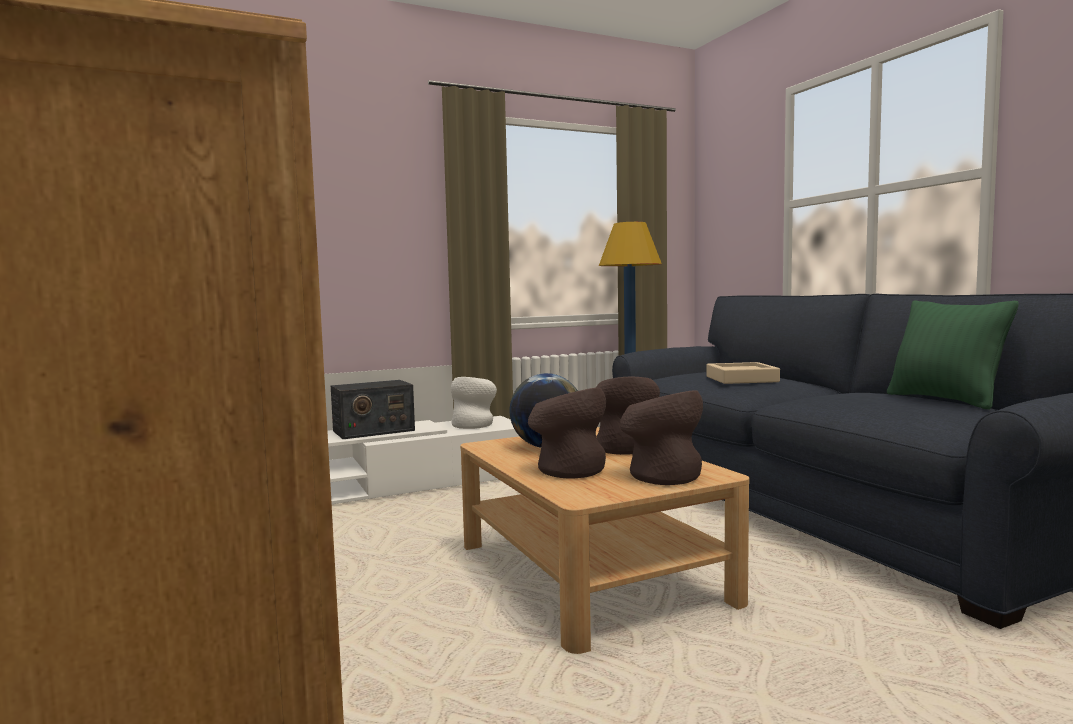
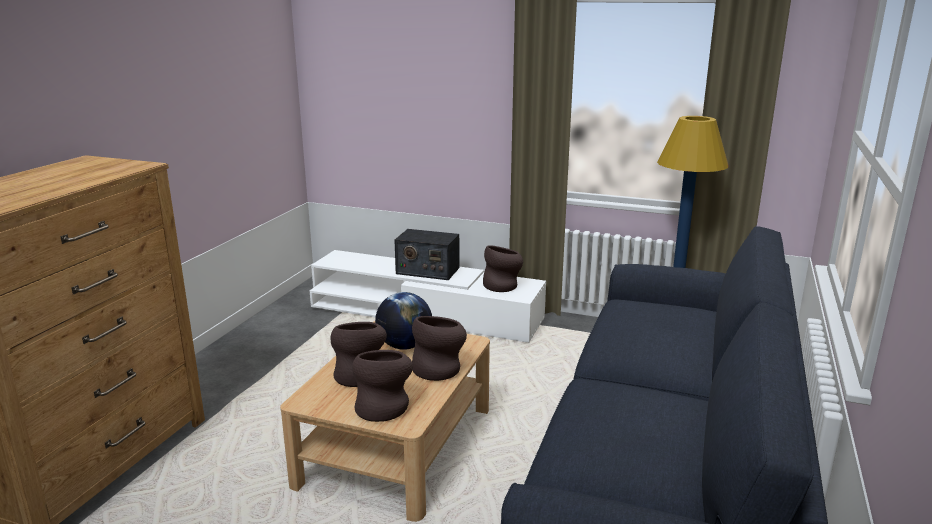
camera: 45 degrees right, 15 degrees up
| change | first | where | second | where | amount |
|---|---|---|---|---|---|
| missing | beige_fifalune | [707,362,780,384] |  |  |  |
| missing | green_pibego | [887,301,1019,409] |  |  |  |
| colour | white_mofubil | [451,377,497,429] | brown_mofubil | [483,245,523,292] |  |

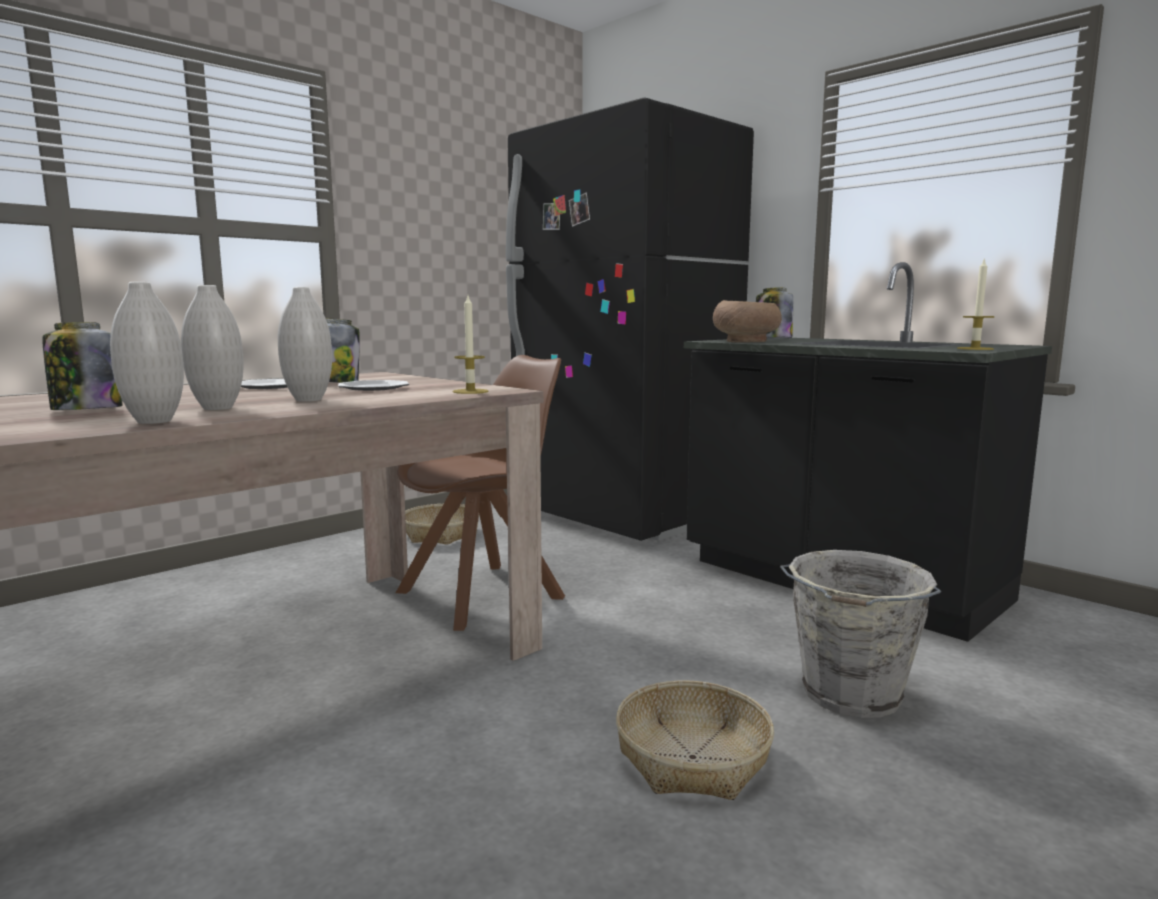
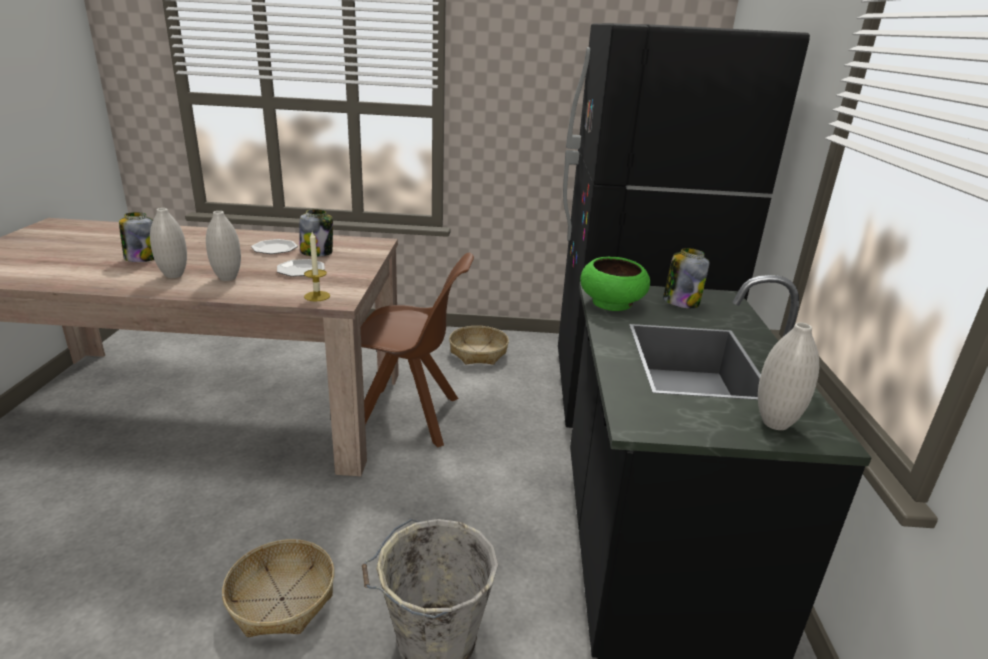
camera: 45 degrees right, 15 degrees up
| change | first | where | second | where | amount |
|---|---|---|---|---|---|
| missing | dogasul | [957,257,995,350] |  |  |  |
| relocated | white_mofubil | [110,282,184,424] |  | [758,322,819,430] |  |
| colour | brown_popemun | [713,300,782,343] | green_popemun | [580,257,650,311] |  |

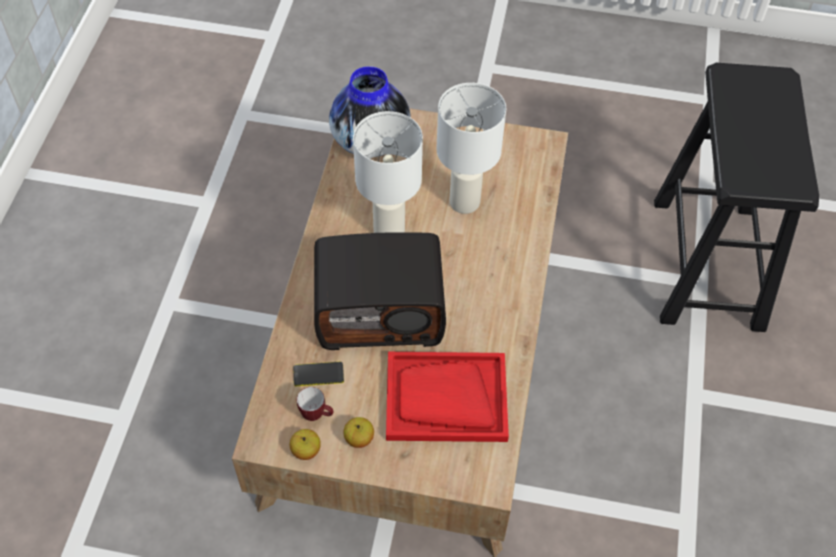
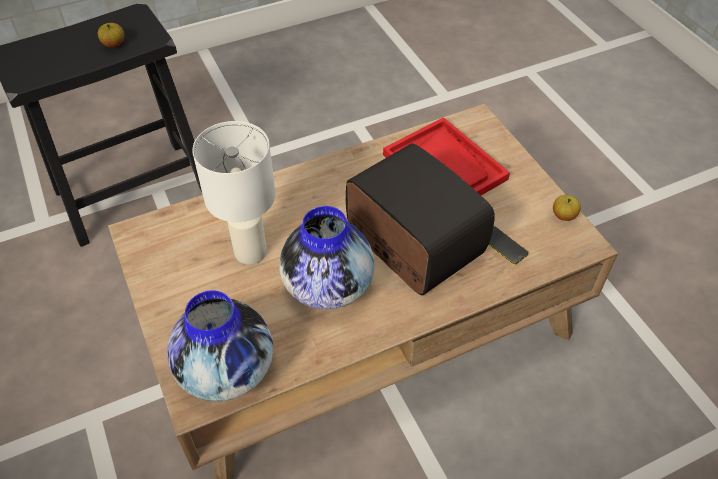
camera: 125 degrees left, 5 degrees down
| change | first | where | second | where | amount |
|---|---|---|---|---|---|
| missing | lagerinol | [297,387,334,421] |  |  |  |
| relocated | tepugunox | [343,417,374,448] |  | [98,23,124,47] |  |
| exchanged | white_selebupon | [353,111,423,233] | mofubil | [279,206,375,310] |  |

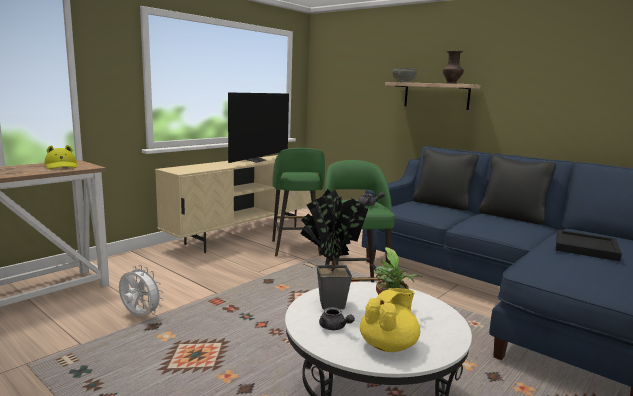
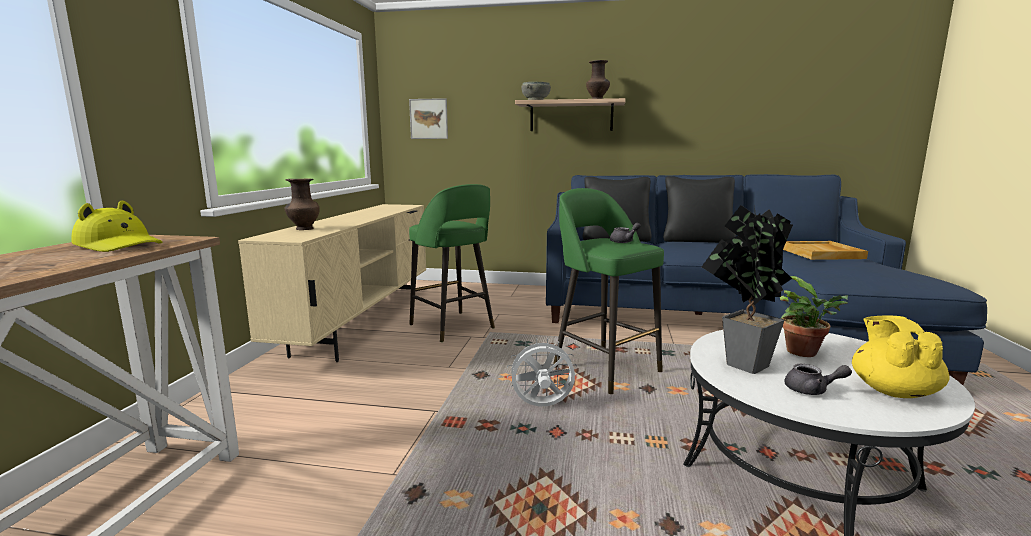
camera: 30 degrees left, 0 degrees up
| change | first | where | second | where | amount |
|---|---|---|---|---|---|
| missing | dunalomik | [228,92,289,163] |  |  |  |
| appeared |  |  | brown_mofubil | [284,179,320,230] |  |
| appeared |  |  | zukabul | [409,98,448,139] |  |
| relocated | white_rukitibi | [119,265,164,316] |  | [507,338,577,406] |  |
| colour | black_fifalune | [556,230,622,261] | beige_fifalune | [783,241,868,260] |  |

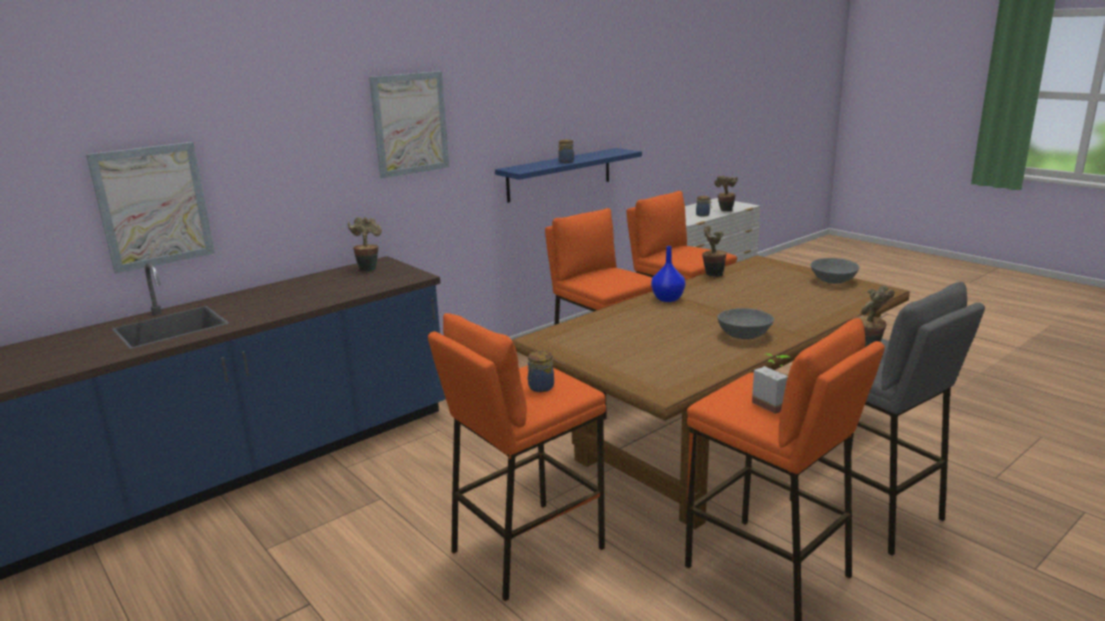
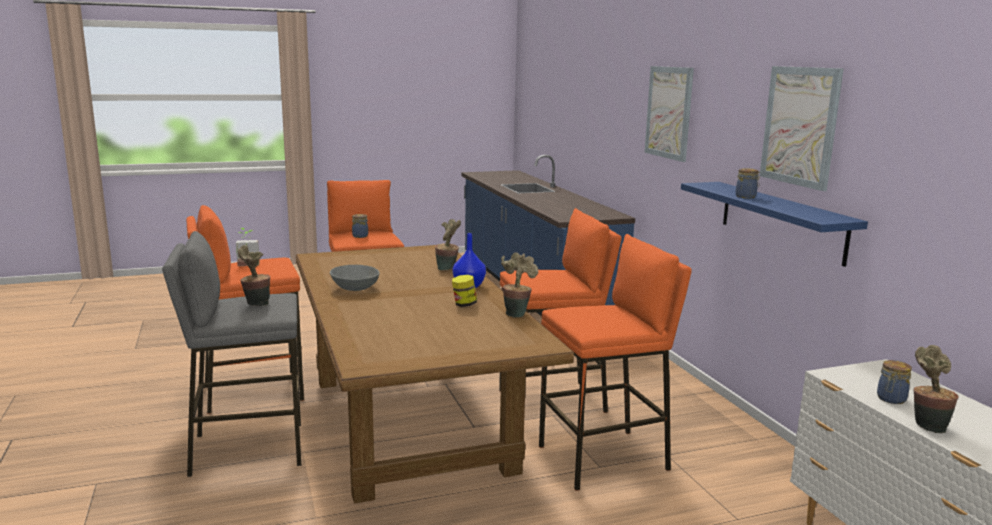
camera: 110 degrees right, 5 degrees down
| change | first | where | second | where | amount |
|---|---|---|---|---|---|
| missing | grey_popemun | [811,258,859,284] |  |  |  |
| appeared |  |  | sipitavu | [452,275,477,307] |  |
| relocated | zukabul | [86,142,215,273] |  | [760,66,844,191] |  |
| relocated | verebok | [348,217,382,272] |  | [435,219,461,270] |  |

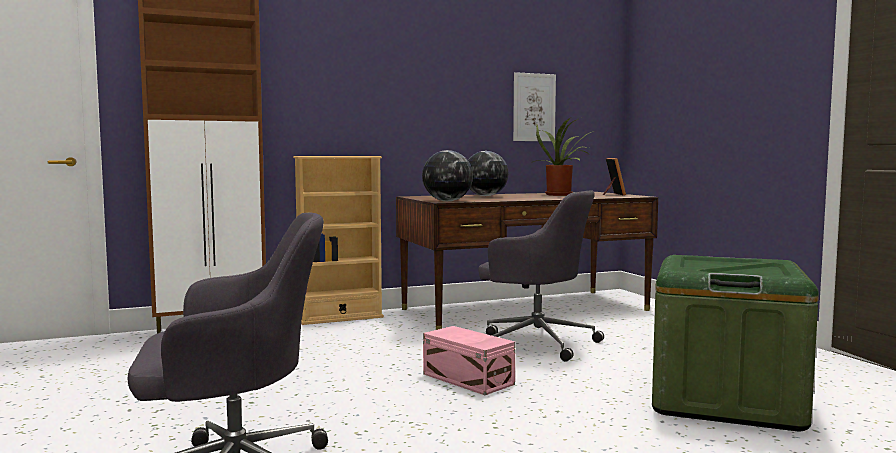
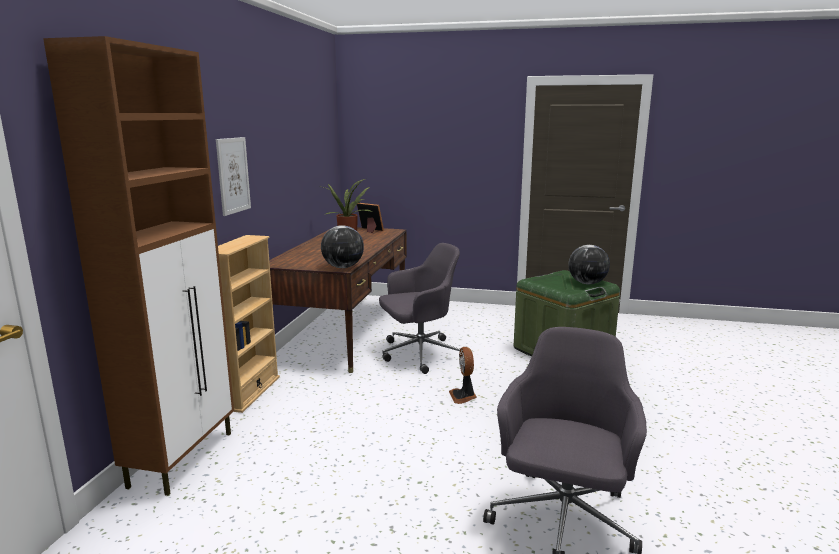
camera: 55 degrees left, 10 degrees up
| change | first | where | second | where | amount |
|---|---|---|---|---|---|
| relocated | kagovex | [468,151,509,196] |  | [568,245,610,284] |  |
| relocated | zukabul | [513,72,556,141] |  | [216,137,251,216] |  |
| exchanged | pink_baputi | [423,326,516,395] | rukitibi | [449,347,477,404] |  |

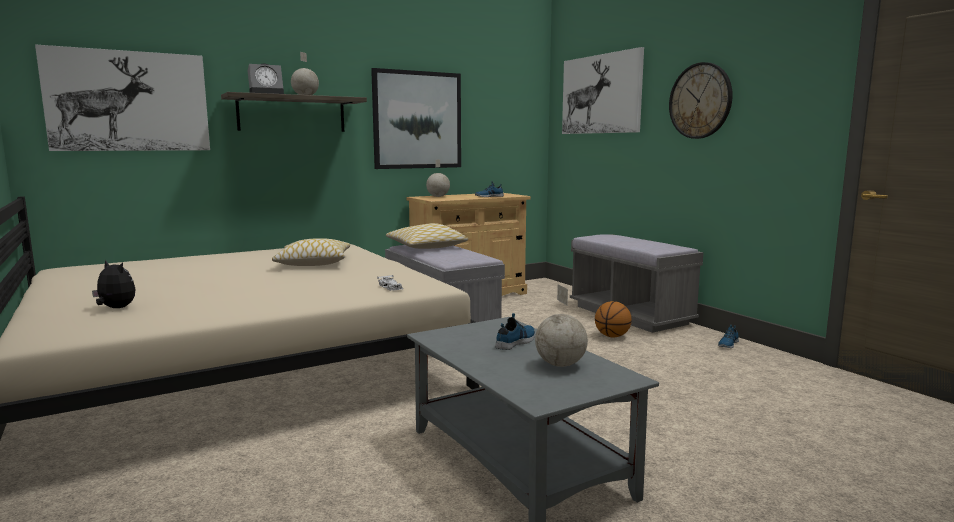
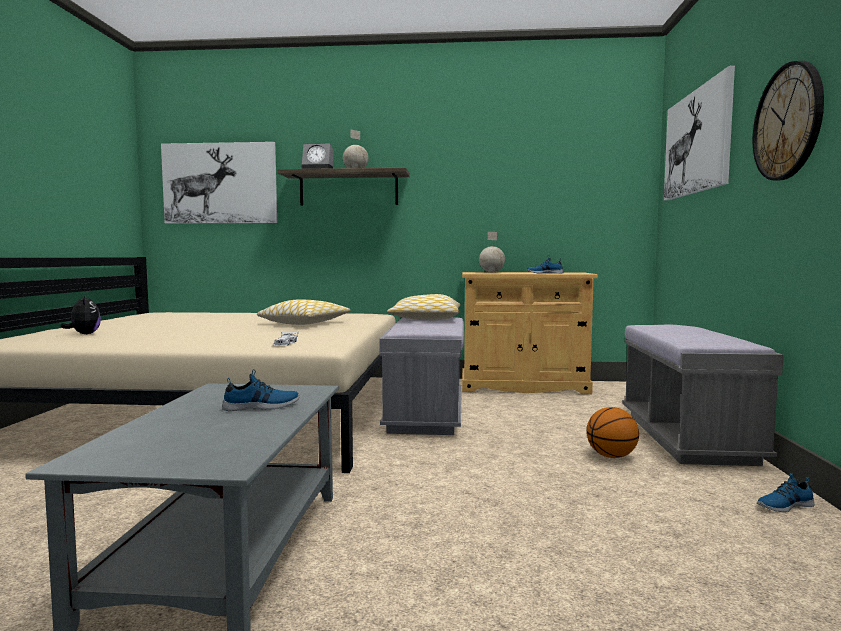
camera: 35 degrees right, 5 degrees down
| change | first | where | second | where | amount |
|---|---|---|---|---|---|
| missing | zukabul | [371,68,461,169] |  |  |  |
| missing | kagovex | [535,284,588,367] |  |  |  |

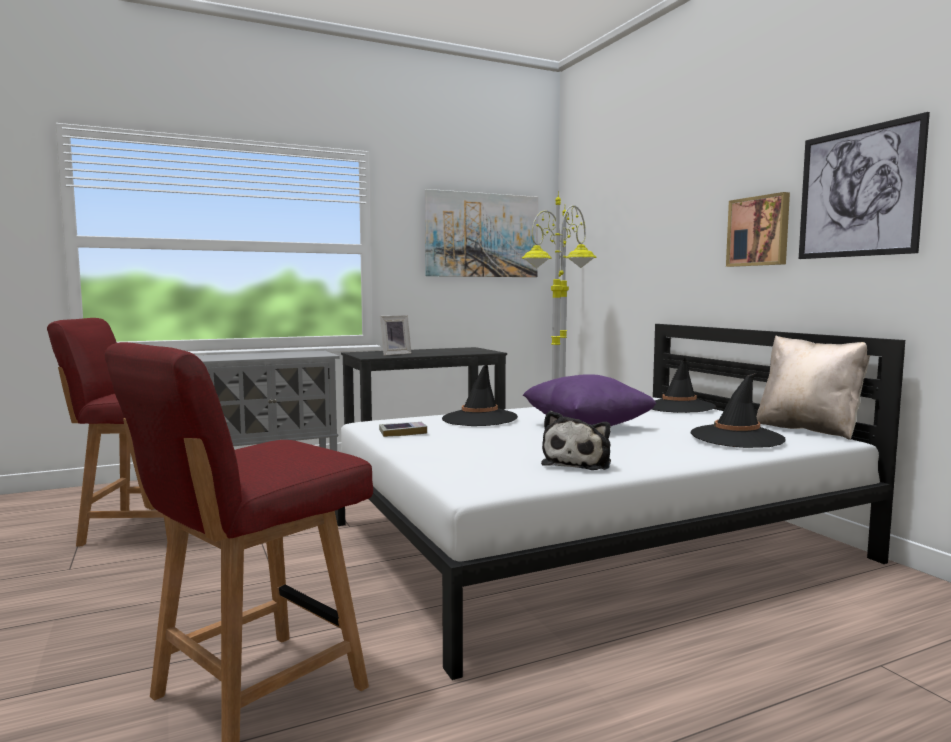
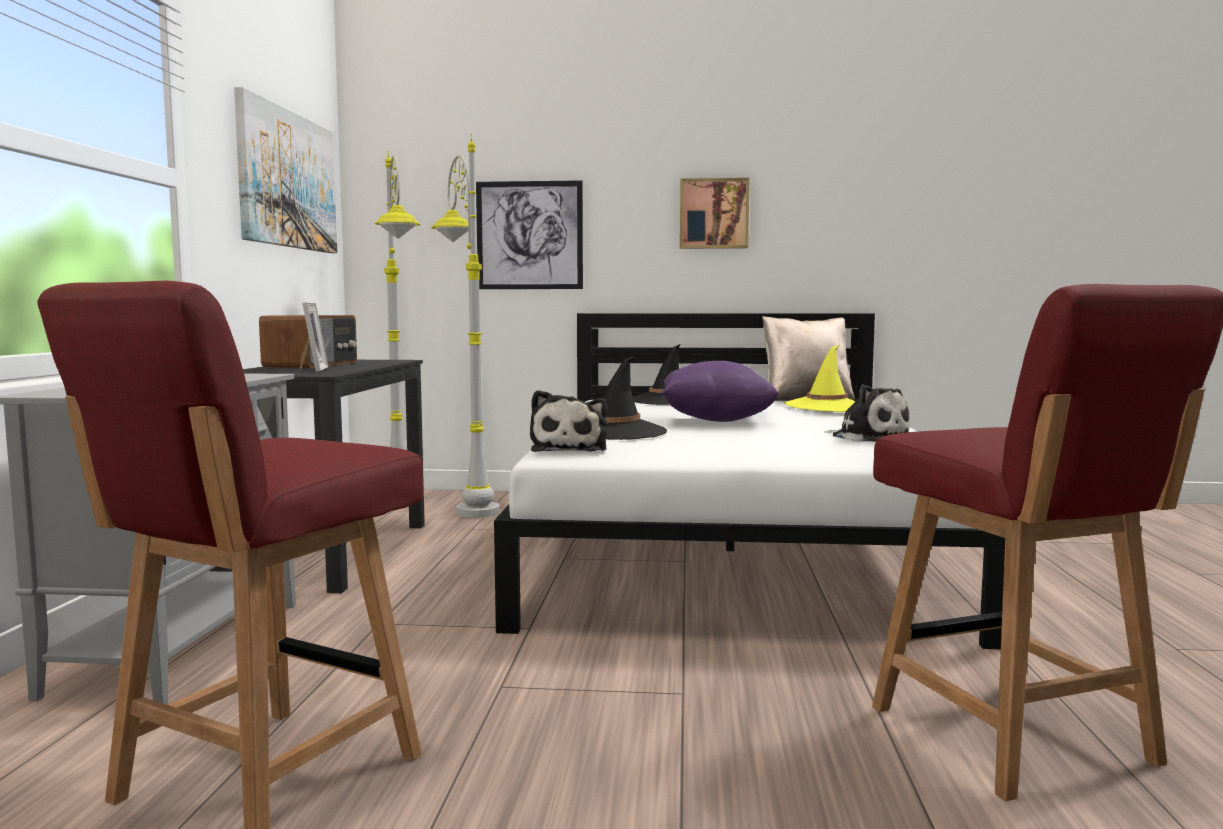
camera: 60 degrees left, 0 degrees up
| change | first | where | second | where | amount |
|---|---|---|---|---|---|
| missing | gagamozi | [379,422,427,437] |  |  |  |
| appeared |  |  | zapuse | [259,315,357,368] |  |
| appeared |  |  | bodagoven | [530,390,607,452] |  |
| relocated | zukabul | [799,112,930,259] |  | [476,180,583,289] |  |
| colour | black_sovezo | [691,373,786,448] | yellow_sovezo | [784,345,855,412] |  |

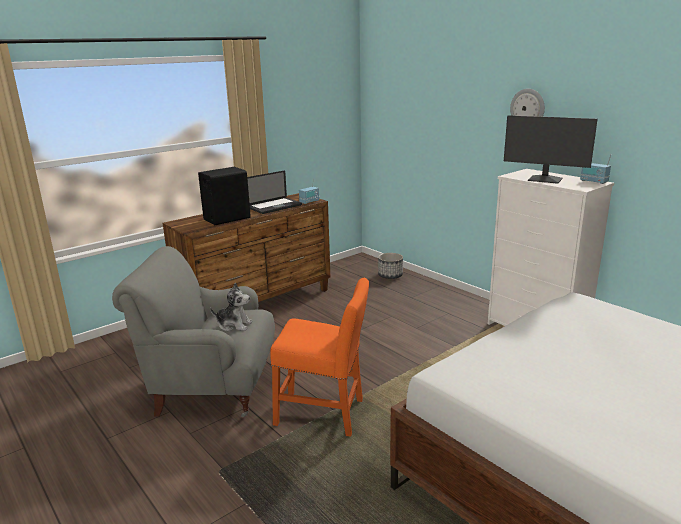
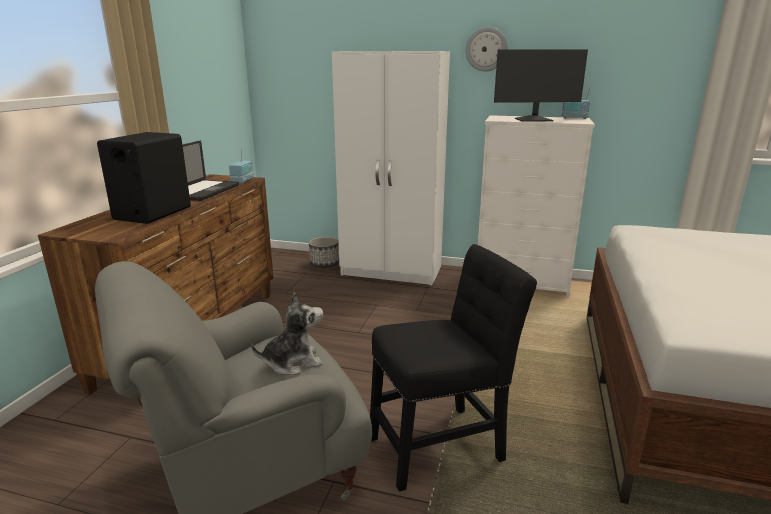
camera: 35 degrees left, 0 degrees up
| change | first | where | second | where | amount |
|---|---|---|---|---|---|
| appeared |  |  | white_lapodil | [332,51,450,285] |  |
| colour | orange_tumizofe | [270,278,369,437] | black_tumizofe | [370,244,537,492] |  |

